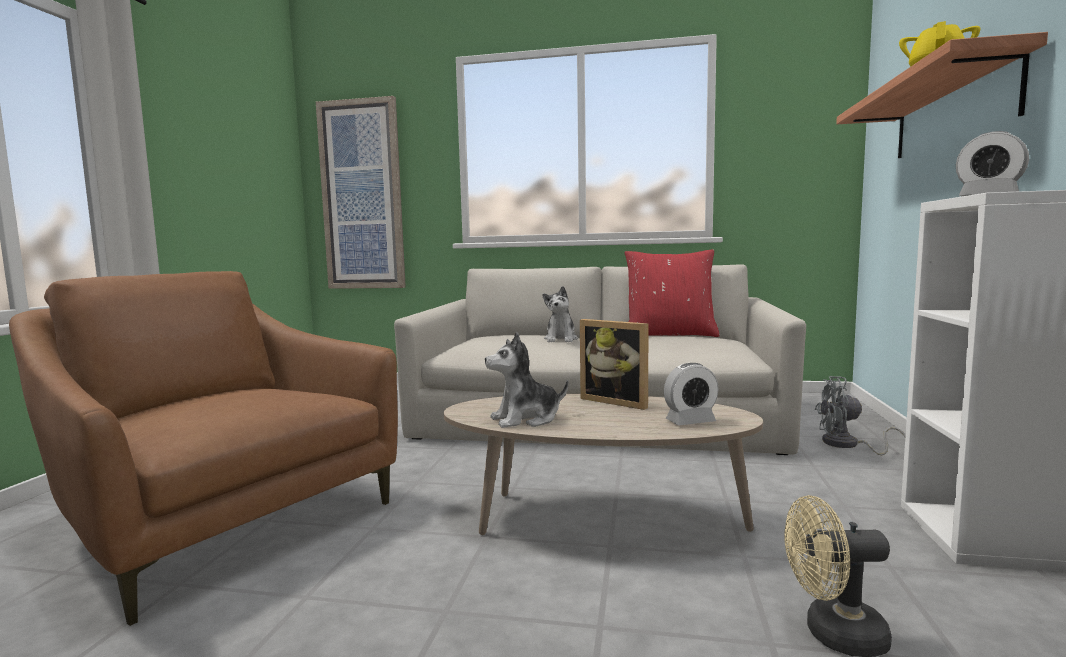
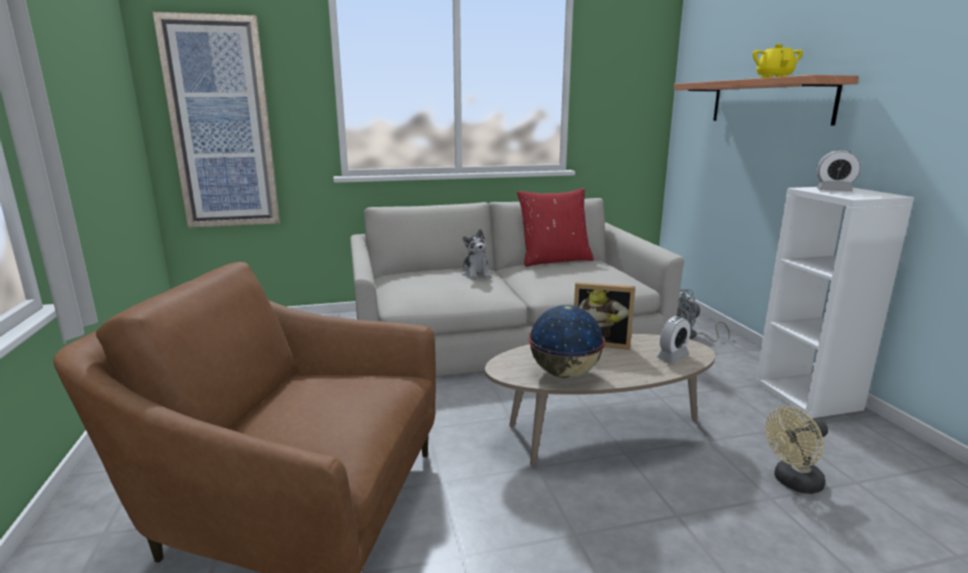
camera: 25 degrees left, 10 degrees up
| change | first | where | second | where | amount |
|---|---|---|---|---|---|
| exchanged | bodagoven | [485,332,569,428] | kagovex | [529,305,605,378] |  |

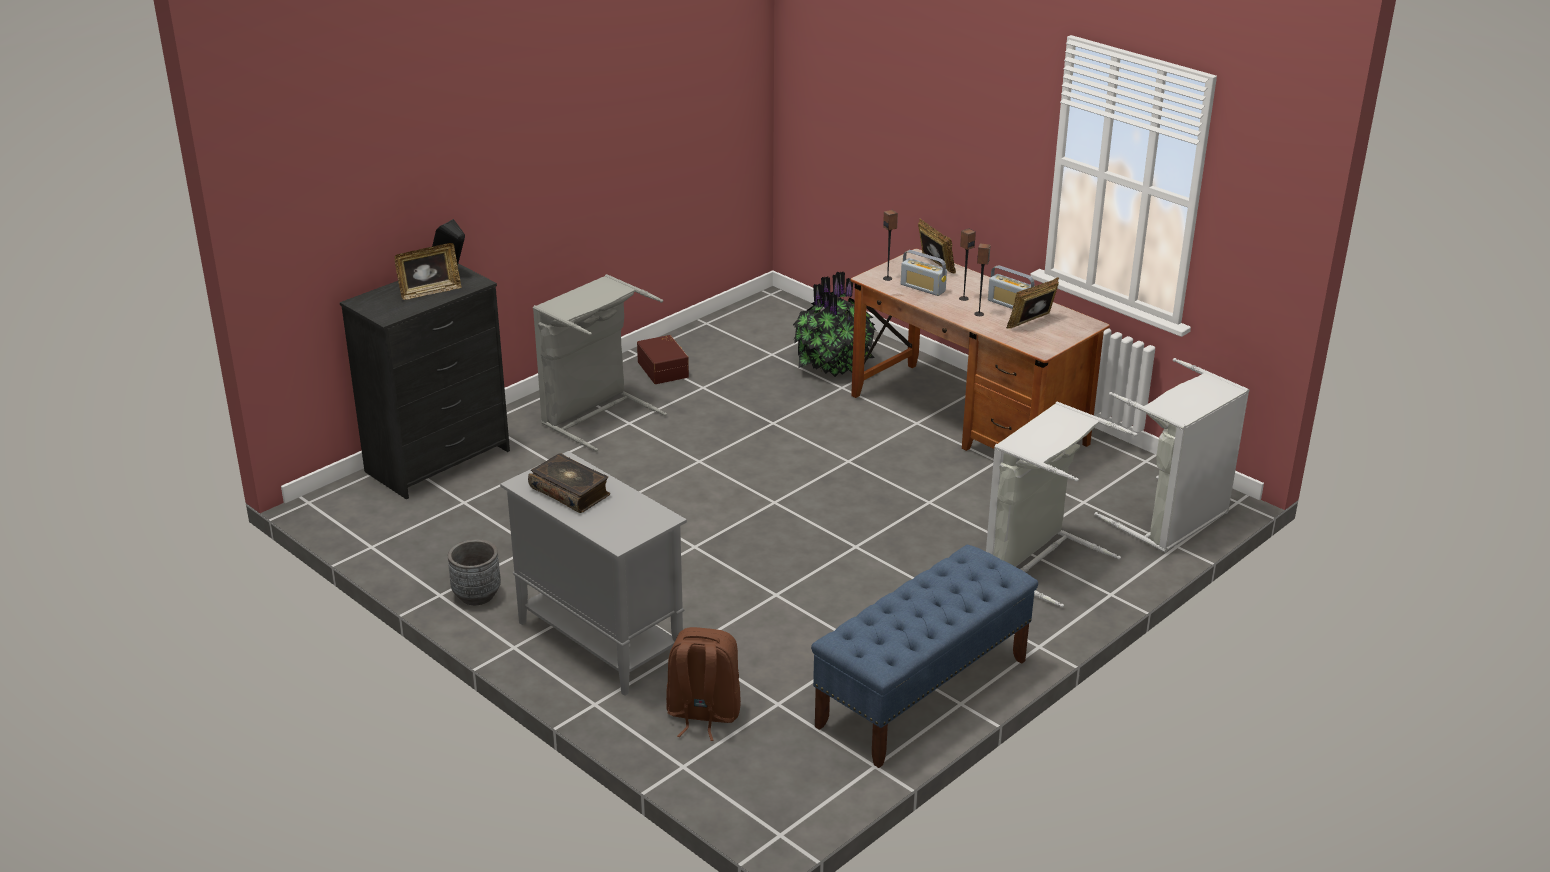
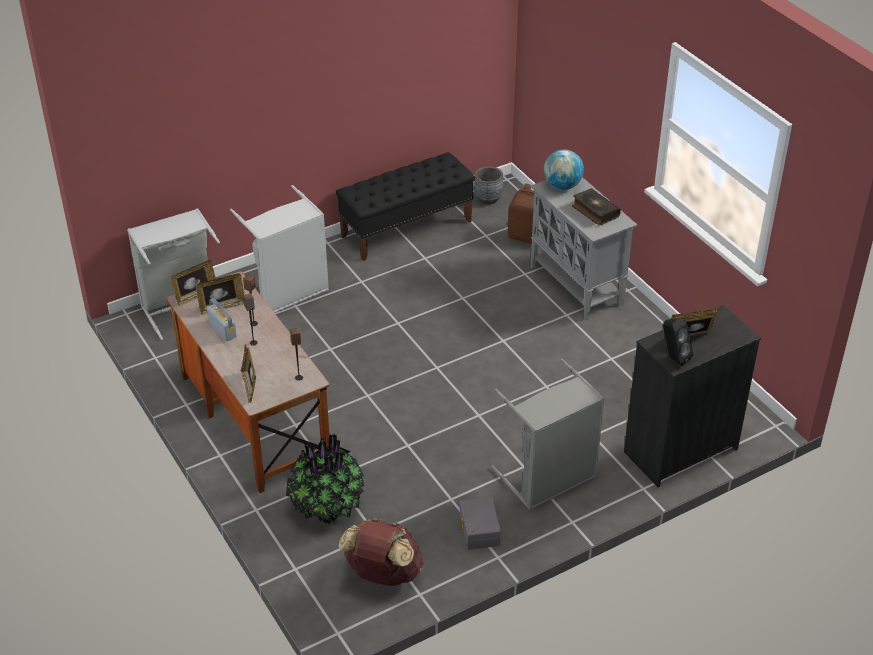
camera: 165 degrees left, 10 degrees up
| change | first | where | second | where | amount |
|---|---|---|---|---|---|
| missing | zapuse | [901,250,947,296] |  |  |  |
| appeared |  |  | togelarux | [171,260,216,306] |  |
| appeared |  |  | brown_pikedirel | [339,518,424,586] |  |
| appeared |  |  | kagovex | [543,149,584,190] |  |
| relocated | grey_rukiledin | [448,539,501,605] |  | [474,166,503,205] |  |
| colour | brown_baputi | [637,335,689,384] | grey_baputi | [460,497,501,550] |  |
| colour | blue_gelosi | [811,545,1038,768] | black_gelosi | [336,152,475,261] |  |

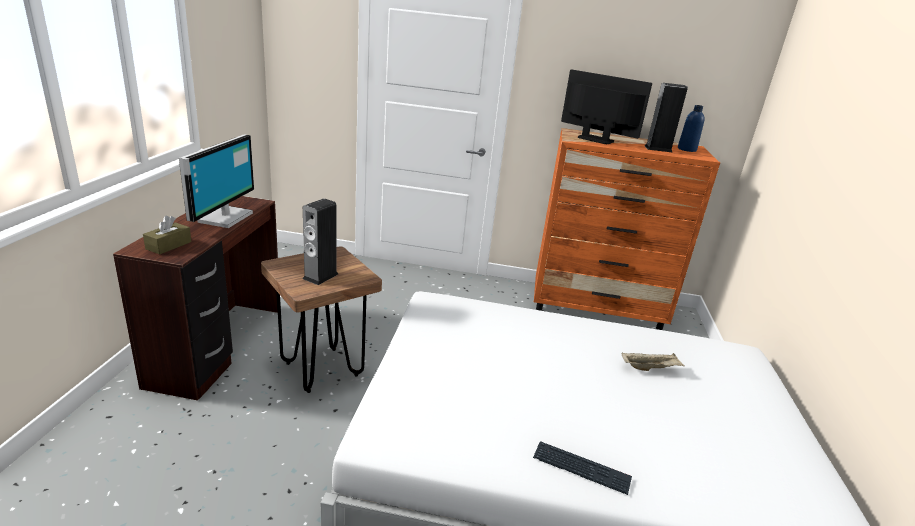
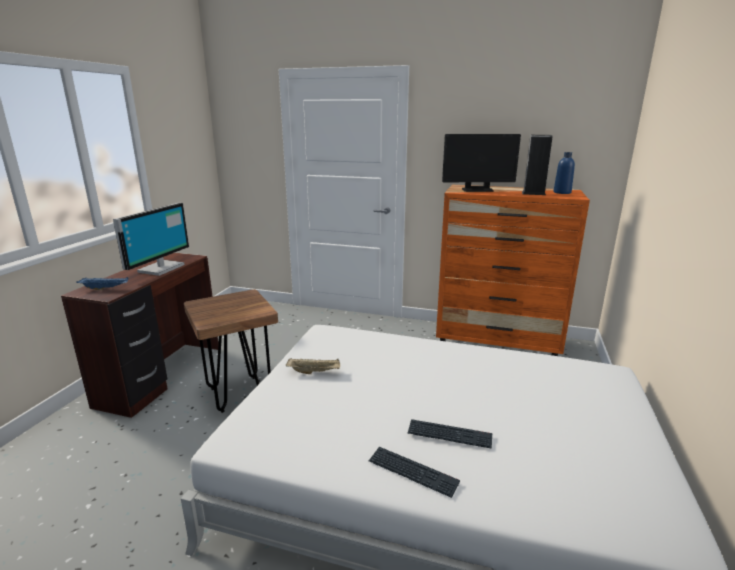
camera: 10 degrees right, 5 degrees down
| change | first | where | second | where | amount |
|---|---|---|---|---|---|
| missing | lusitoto | [303,198,338,285] |  |  |  |
| appeared |  |  | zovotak | [408,419,492,449] |  |
| relocated | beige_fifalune | [622,352,685,371] |  | [286,358,340,374] |  |
| exchanged | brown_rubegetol | [143,216,192,254] | blue_fifalune | [77,277,129,290] |  |
| spun | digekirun | [561,70,652,144] |  | [442,134,521,192] | 135 degrees clockwise |

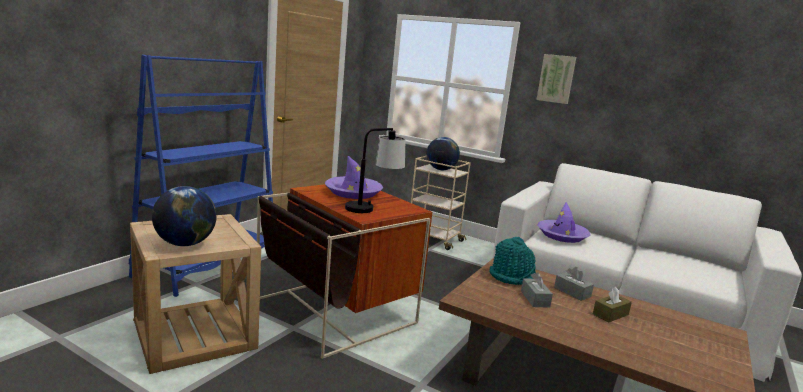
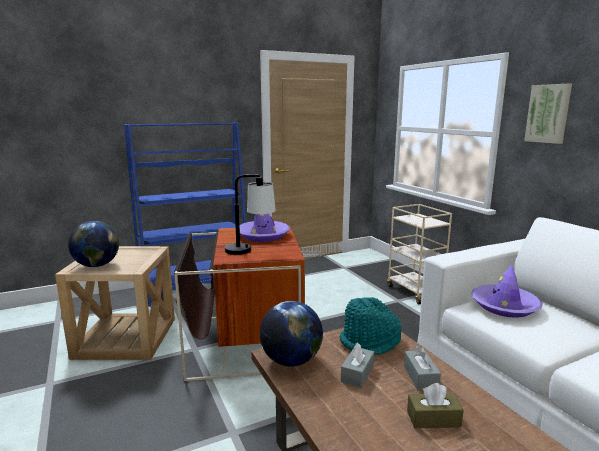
camera: 35 degrees right, 0 degrees up
| change | first | where | second | where | amount |
|---|---|---|---|---|---|
| relocated | kagovex | [426,137,460,170] |  | [260,301,323,367] |  |

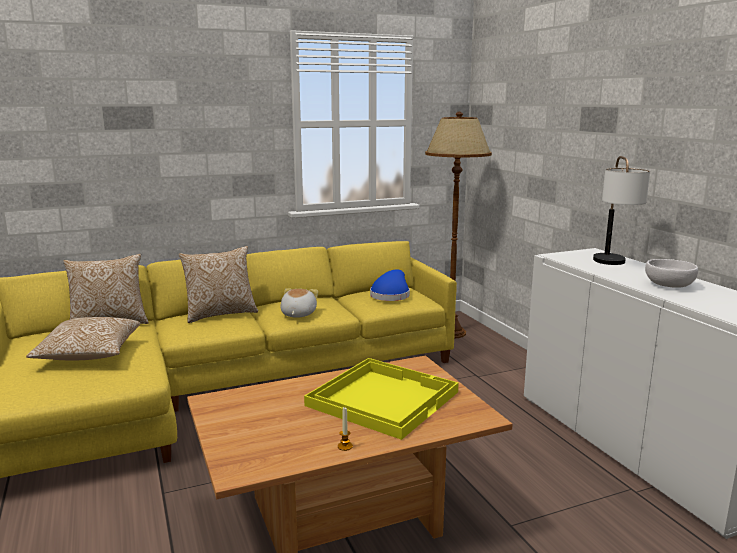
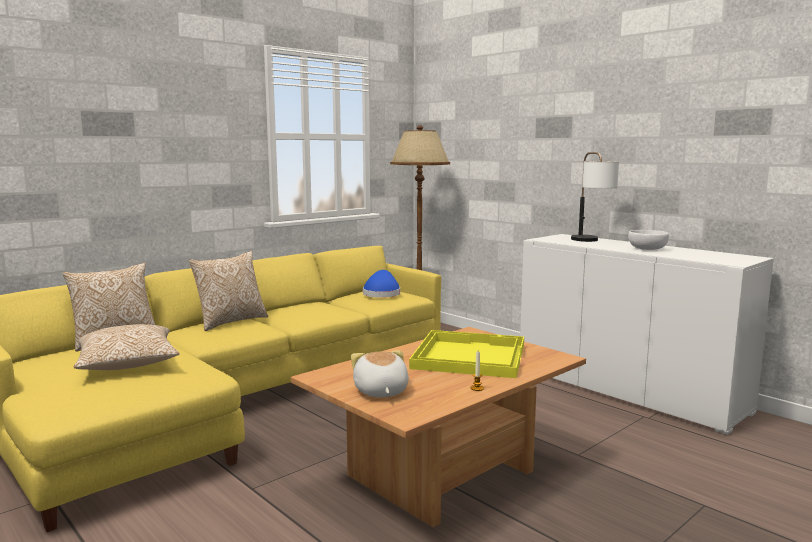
camera: 20 degrees left, 5 degrees down
| change | first | where | second | where | amount |
|---|---|---|---|---|---|
| relocated | bodagoven | [280,288,318,318] |  | [351,350,409,397] |  |

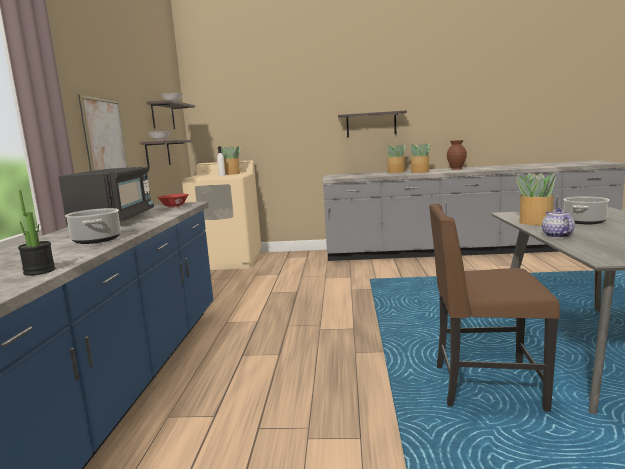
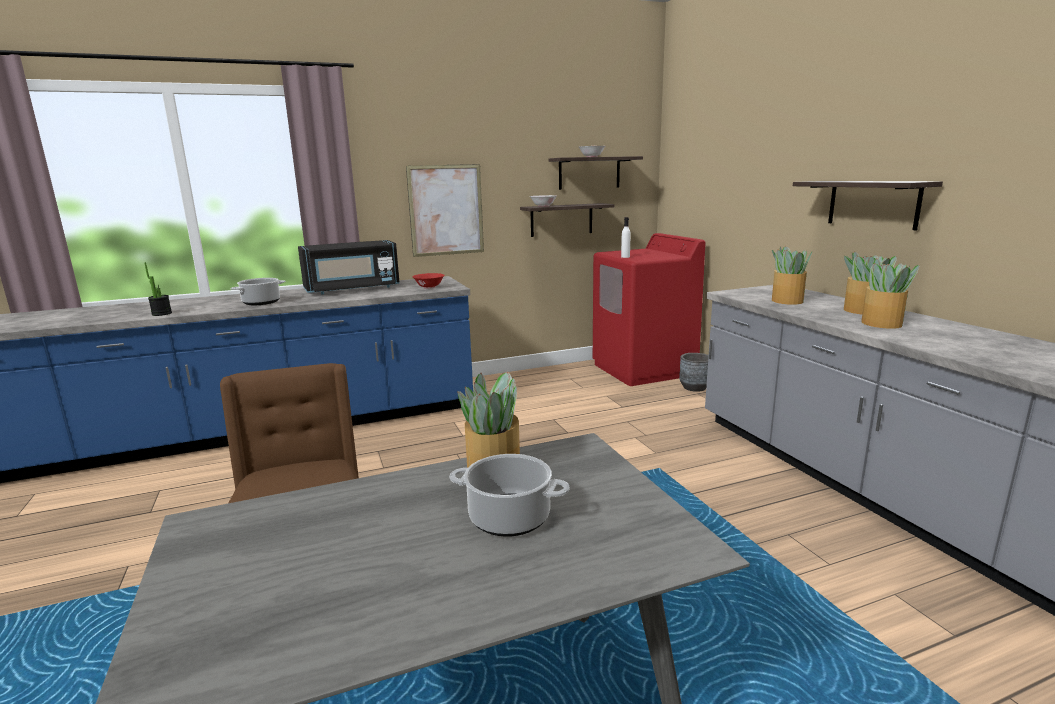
camera: 65 degrees right, 5 degrees up
| change | first | where | second | where | amount |
|---|---|---|---|---|---|
| missing | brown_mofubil | [447,140,467,170] |  |  |  |
| missing | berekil | [542,208,575,238] |  |  |  |
| appeared |  |  | grey_rukiledin | [679,353,709,392] |  |
| relocated | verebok | [221,146,241,175] |  | [772,246,813,305] |  |
| colour | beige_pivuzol | [182,160,261,270] | red_pivuzol | [593,233,706,386] |  |

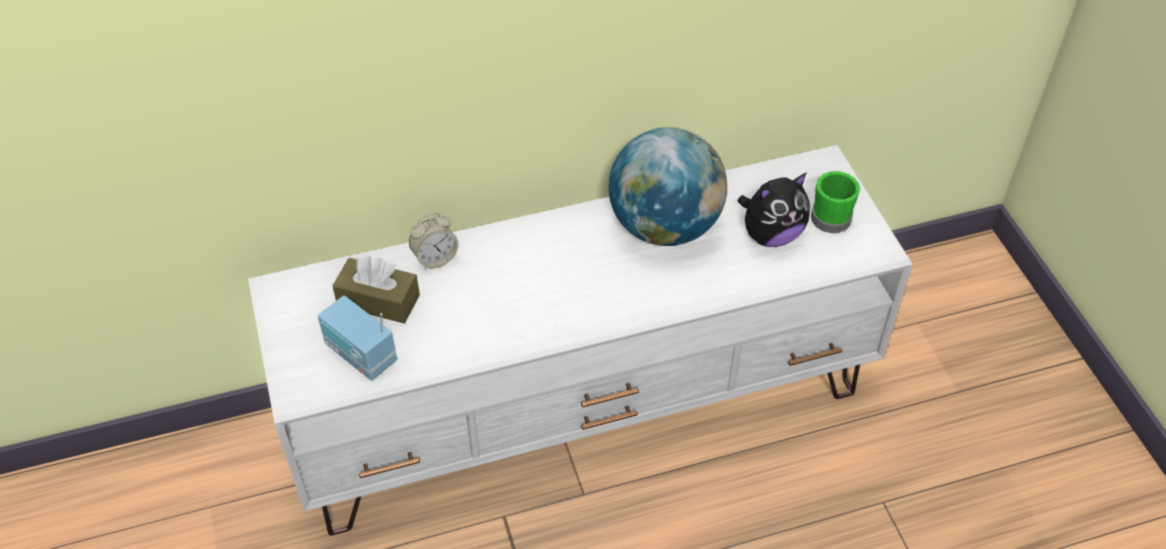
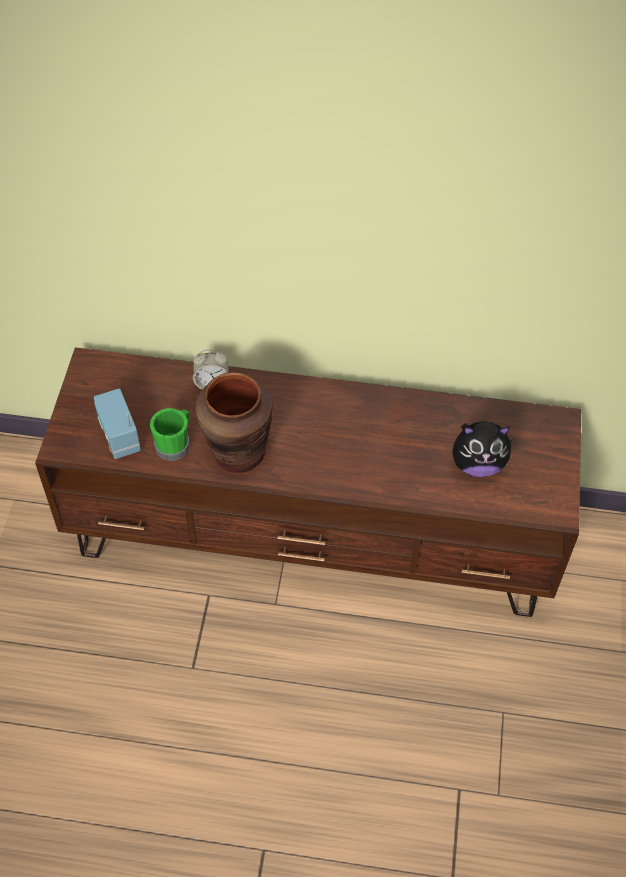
camera: 25 degrees right, 5 degrees up
| change | first | where | second | where | amount |
|---|---|---|---|---|---|
| missing | brown_rubegetol | [333,256,420,323] |  |  |  |
| missing | kagovex | [609,127,727,246] |  |  |  |
| appeared |  |  | brown_mofubil | [196,372,273,473] |  |
| relocated | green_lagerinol | [811,171,860,233] |  | [150,408,190,461] |  |
| colour | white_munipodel | [248,145,913,536] | brown_munipodel | [35,347,581,617] |  |

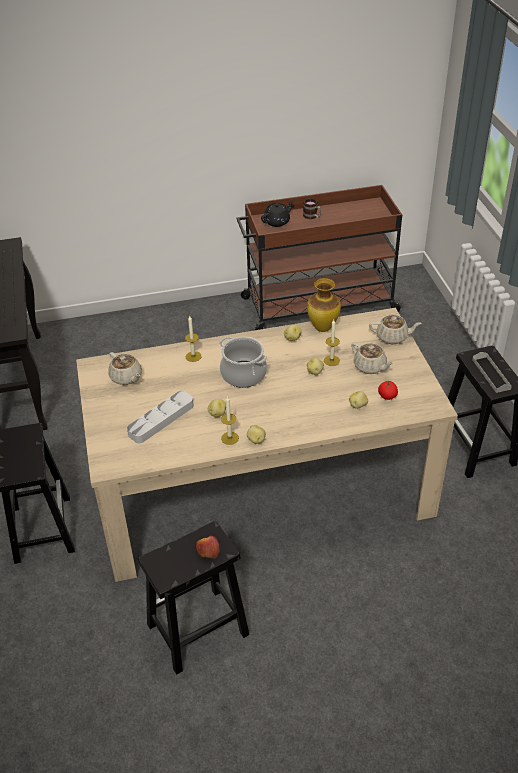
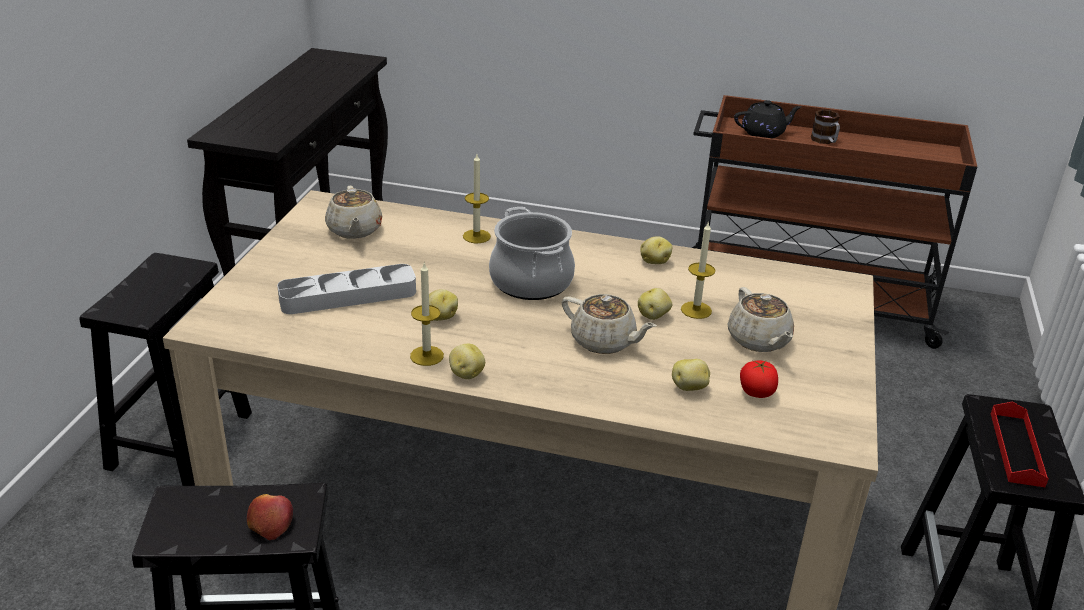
camera: 25 degrees right, 10 degrees down
| change | first | where | second | where | amount |
|---|---|---|---|---|---|
| missing | mofubil | [307,278,341,332] |  |  |  |
| relocated | beige_berekil | [369,315,422,344] |  | [562,294,657,354] |  |
| colour | grey_fifalune | [472,352,512,393] | red_fifalune | [991,401,1049,487] |  |

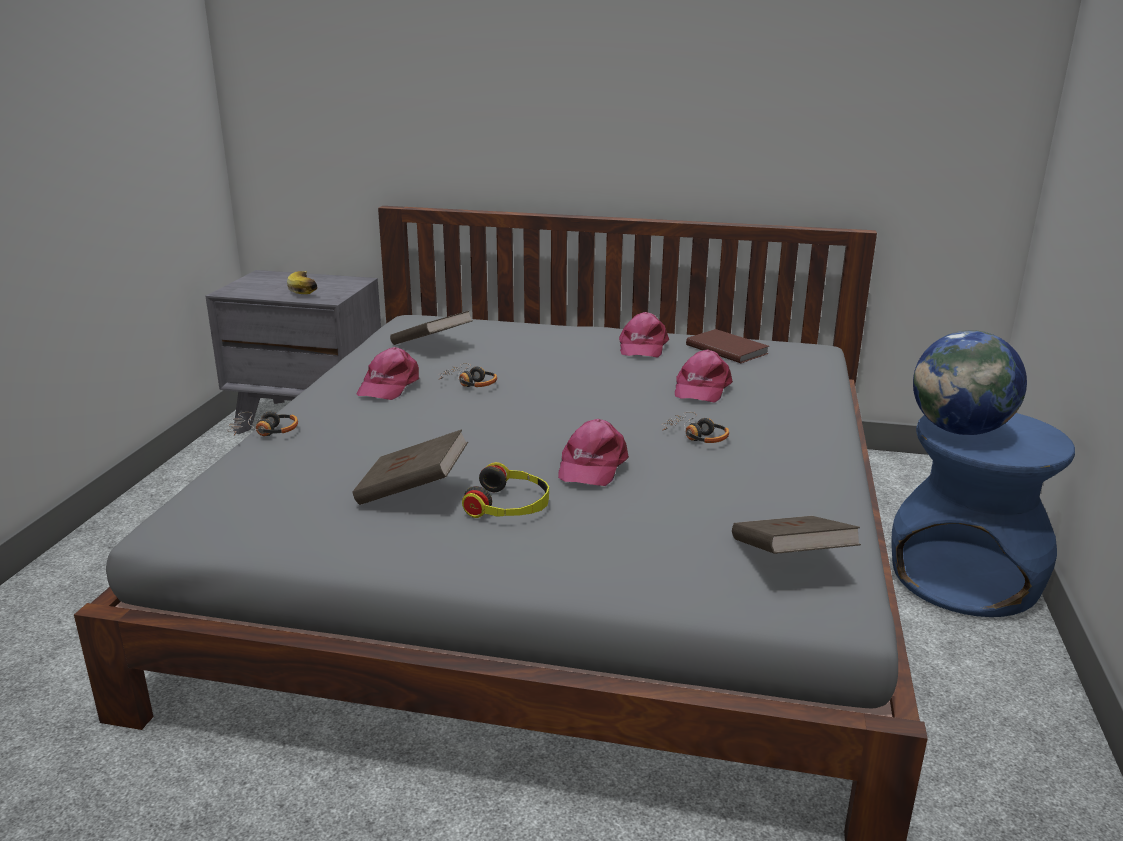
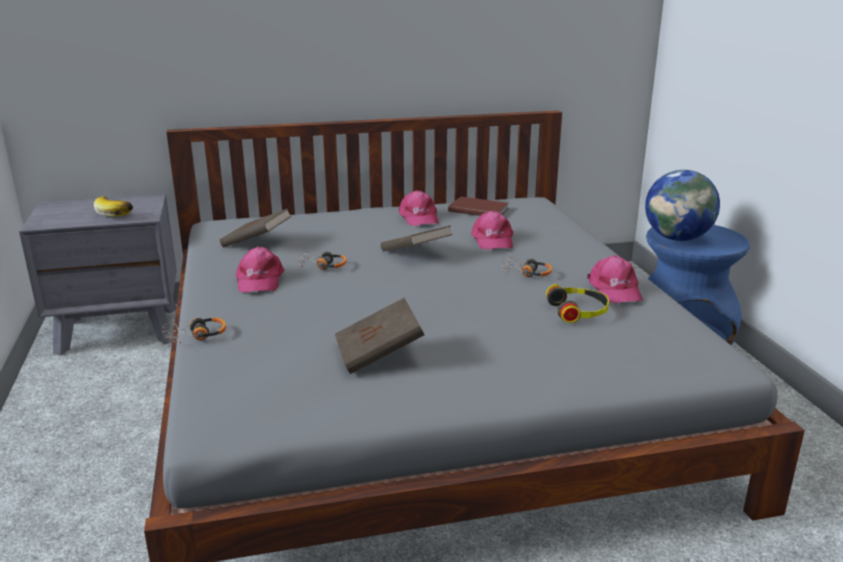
camera: 25 degrees left, 0 degrees up
| change | first | where | second | where | amount |
|---|---|---|---|---|---|
| relocated | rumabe | [462,462,549,518] |  | [546,284,609,323] |  |
| relocated | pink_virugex | [558,419,629,486] |  | [587,255,643,303] |  |
| relocated | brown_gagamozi | [732,516,861,554] |  | [381,225,453,251] |  |

